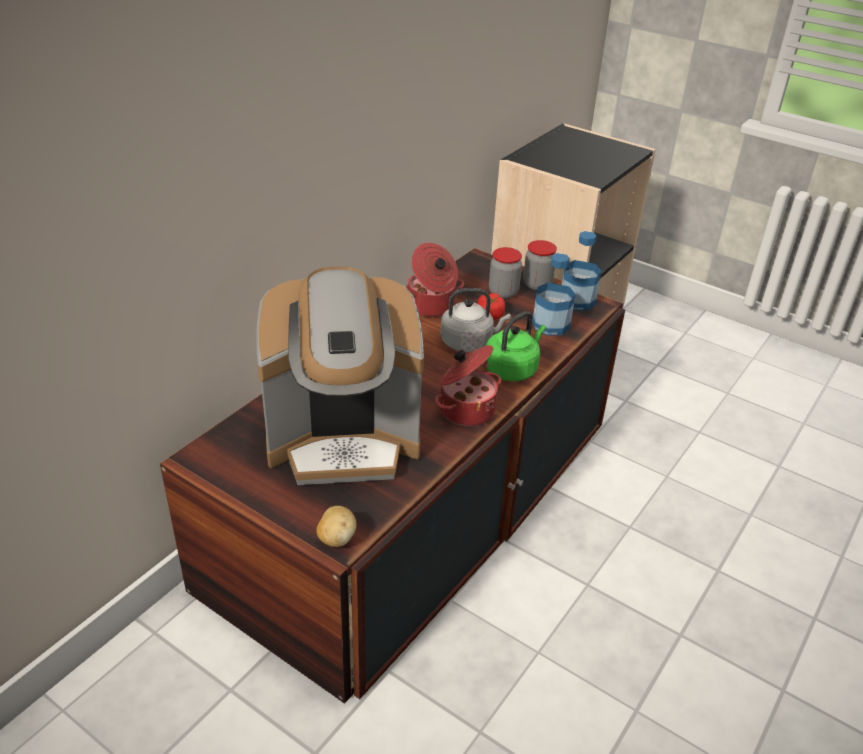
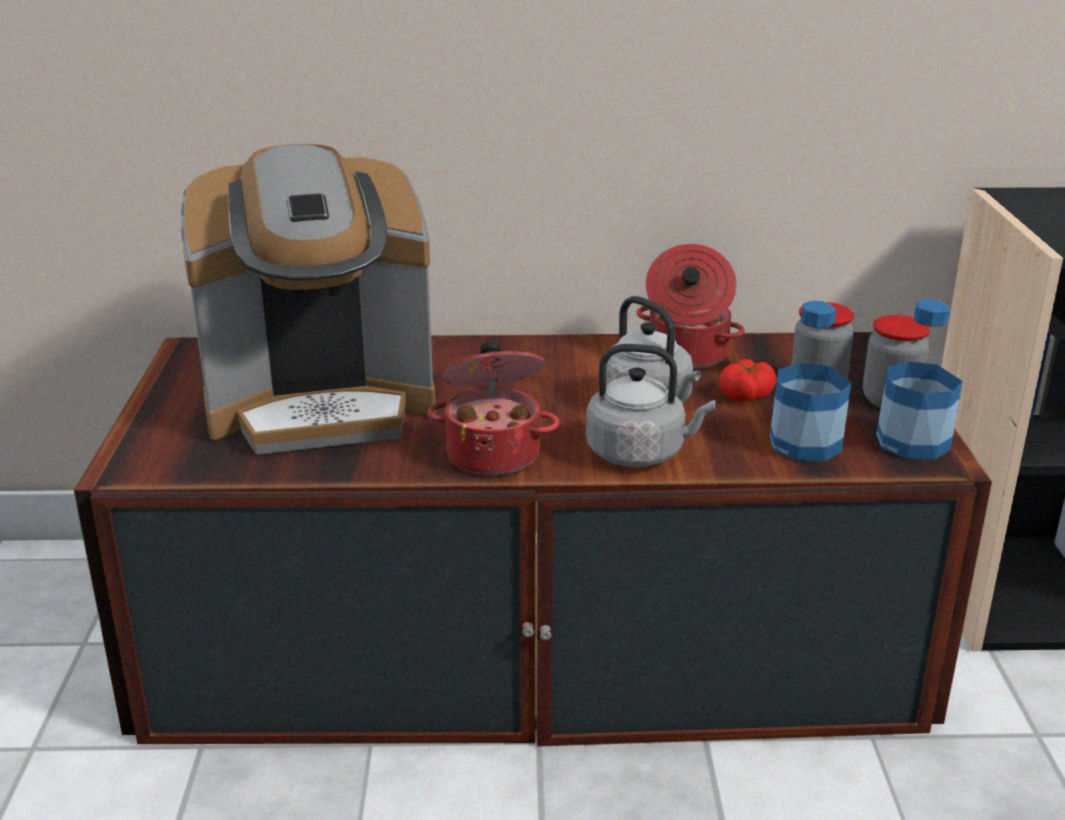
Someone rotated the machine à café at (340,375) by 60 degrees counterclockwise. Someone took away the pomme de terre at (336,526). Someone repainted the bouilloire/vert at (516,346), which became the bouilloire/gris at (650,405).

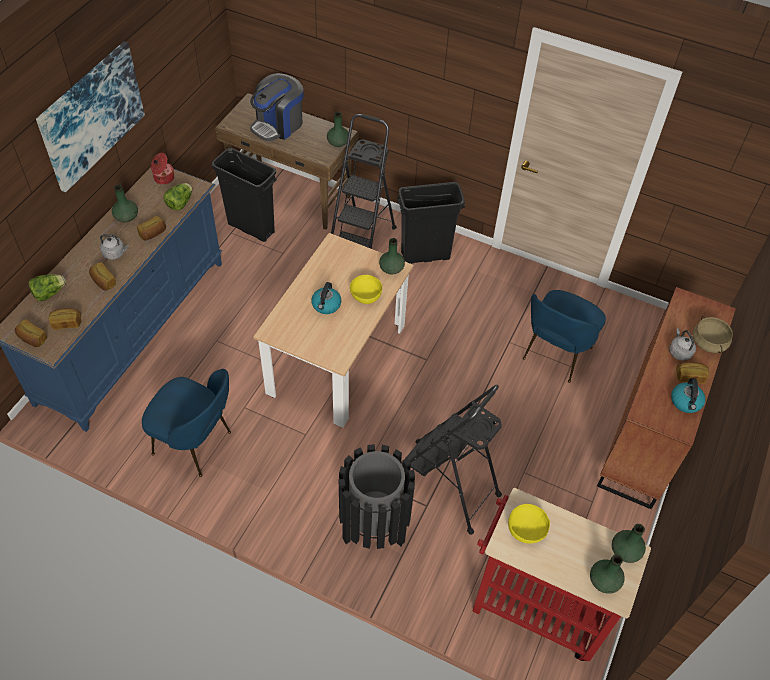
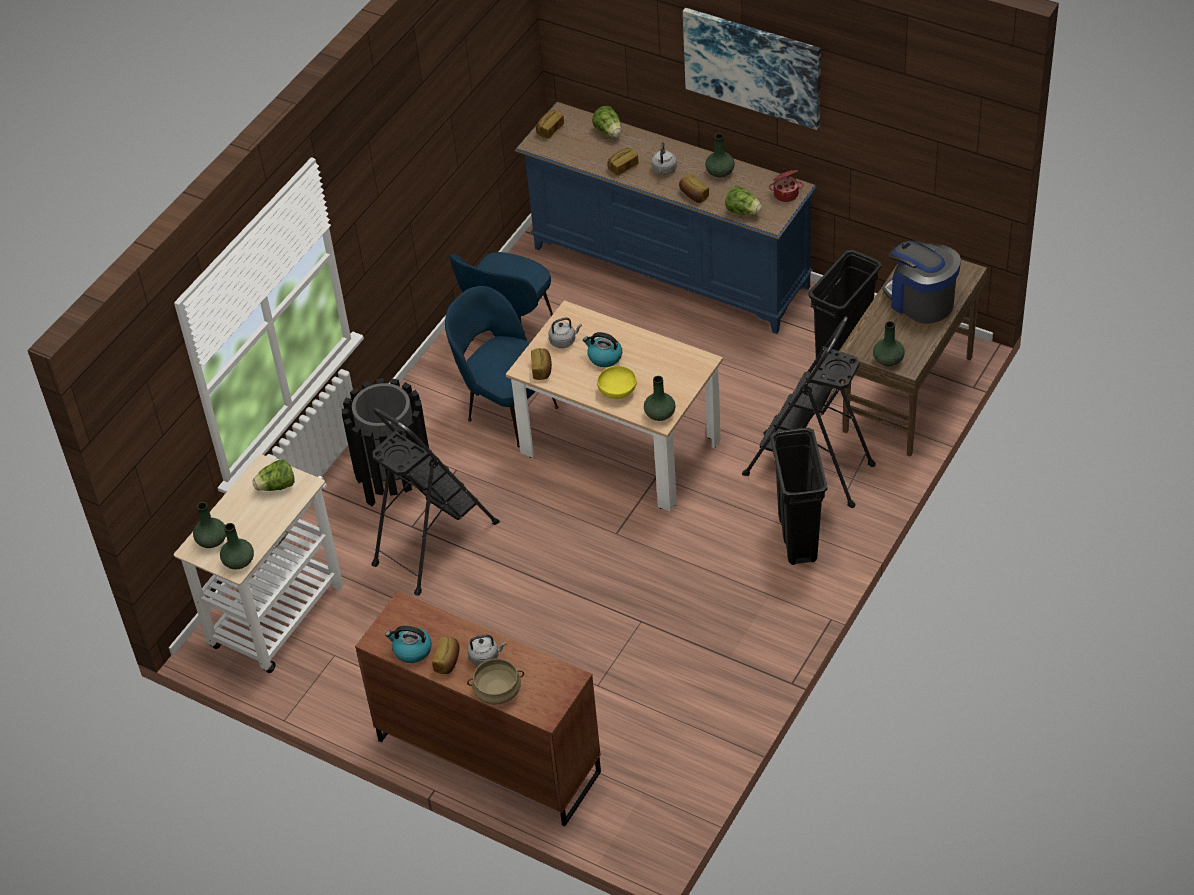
Someone carried the pain from (65,319) to (541,364). Someone repainted the chariot/rouge at (561,575), which became the chariot/blanc at (258,563). Someone swapped the bol/jaune at (529,523) for the laitue at (273,475). Someone carried the chaise/bleu from (564,336) to (501,366). Someone put down the bouilloire/gris at (565,332).

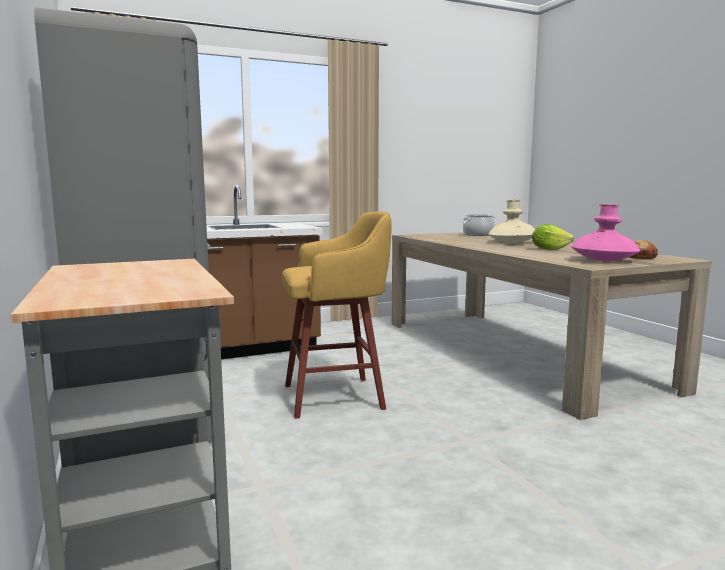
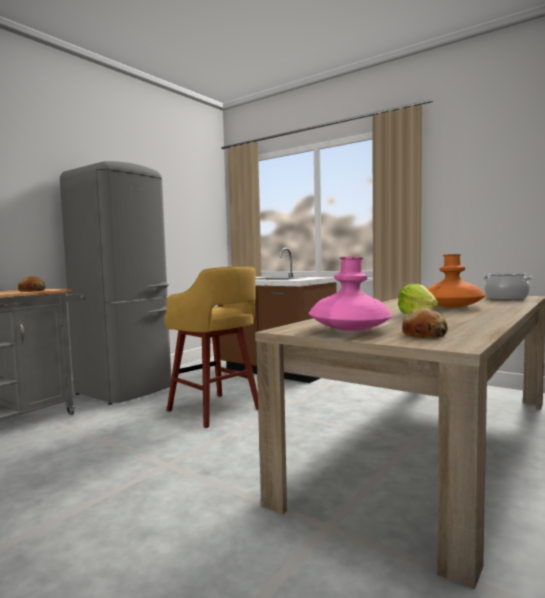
Someone repainted the vase/beige at (511,221), which became the vase/orange at (456,281). Someone put down the pain at (32,284).

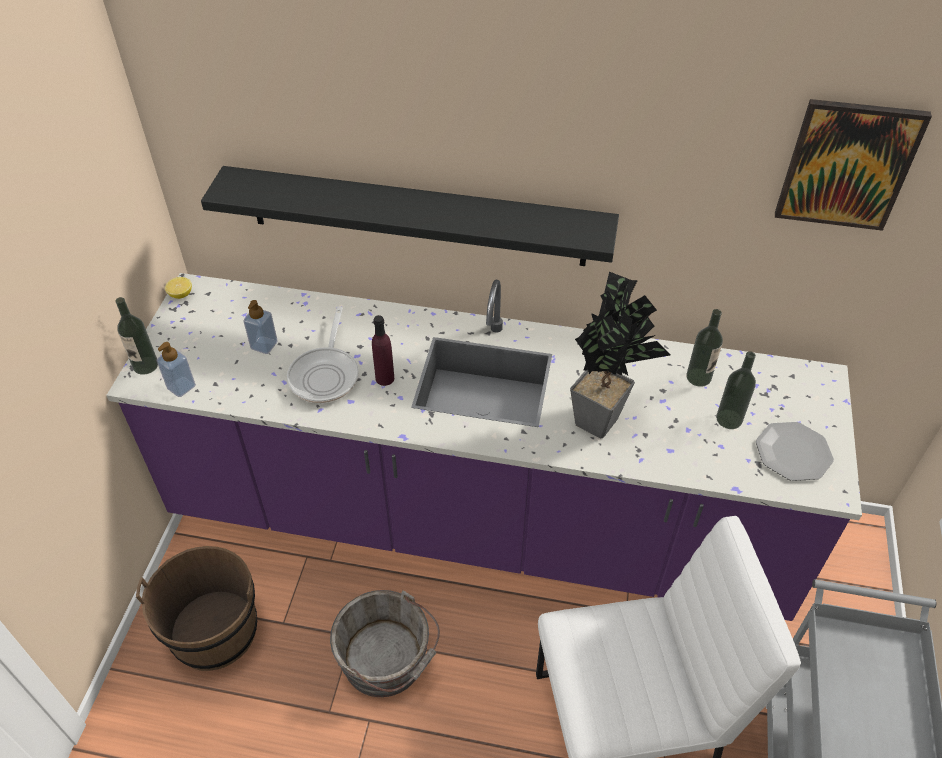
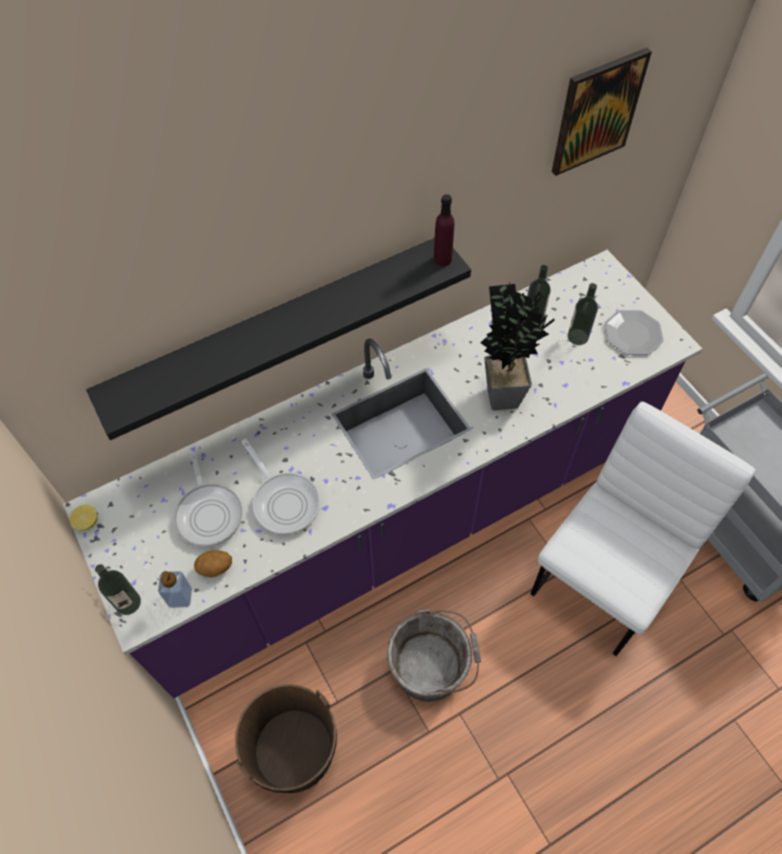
Someone swapped the distributeur de savon at (260,327) for the poêle at (208,500). Someone carried the bouteille/violet from (383,350) to (444,230). Someone put down the pomme de terre at (213,564).

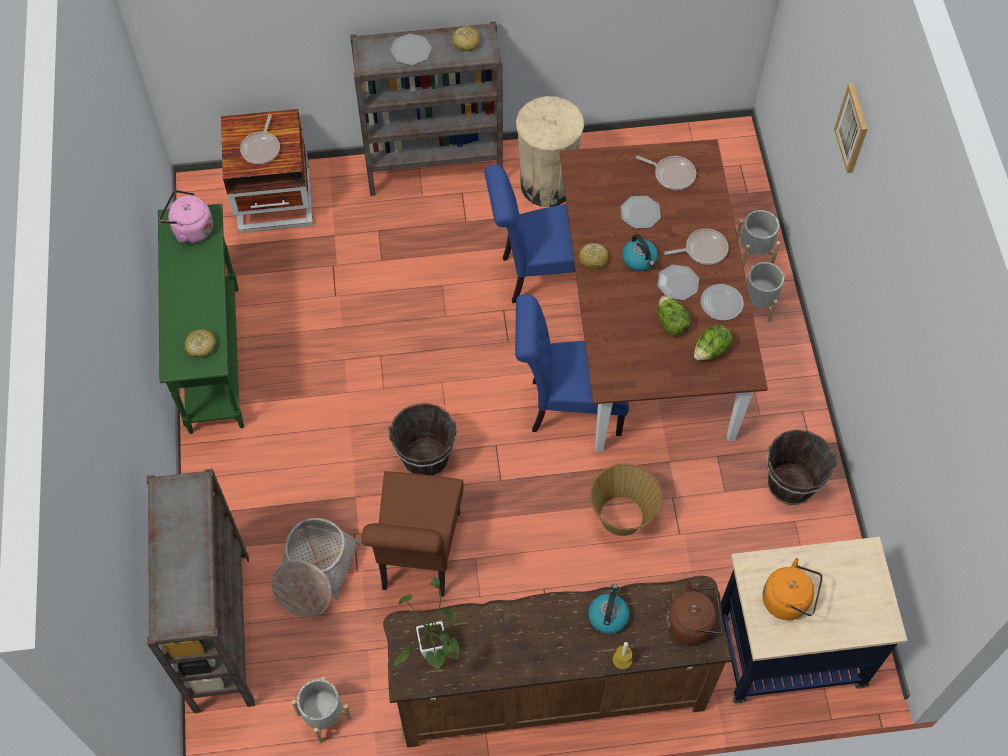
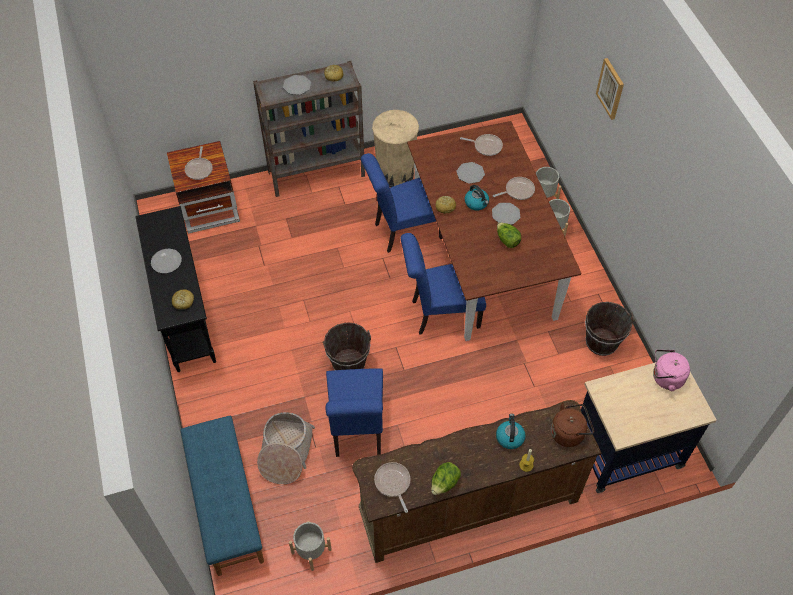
Someone swapped the bibliothèque/gris at (200,591) for the banc/bleu at (222,496). Someone repainted the table console/vert at (201,319), which became the table console/noir at (175,289). Someone carried the bouilloire/rose from (186,216) to (671,370). Someone repainted the chaise/marron at (413,534), which became the chaise/bleu at (354,412). Someone swapped the plante en pot at (426,623) for the poêle at (392,487). Someone took away the panier at (626,499). Someone carried the laitue from (713,342) to (446,478). Someone carried the assiette from (722,302) to (166,261). Someone took away the bouilloire/orange at (792,589).

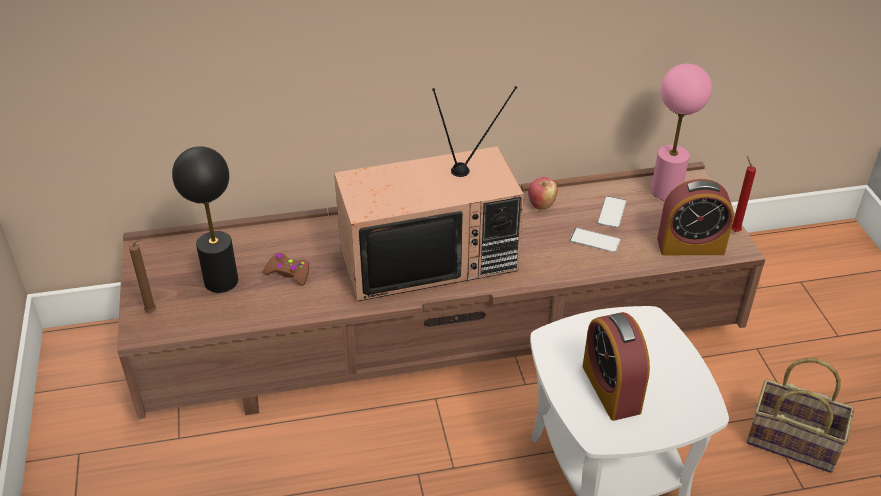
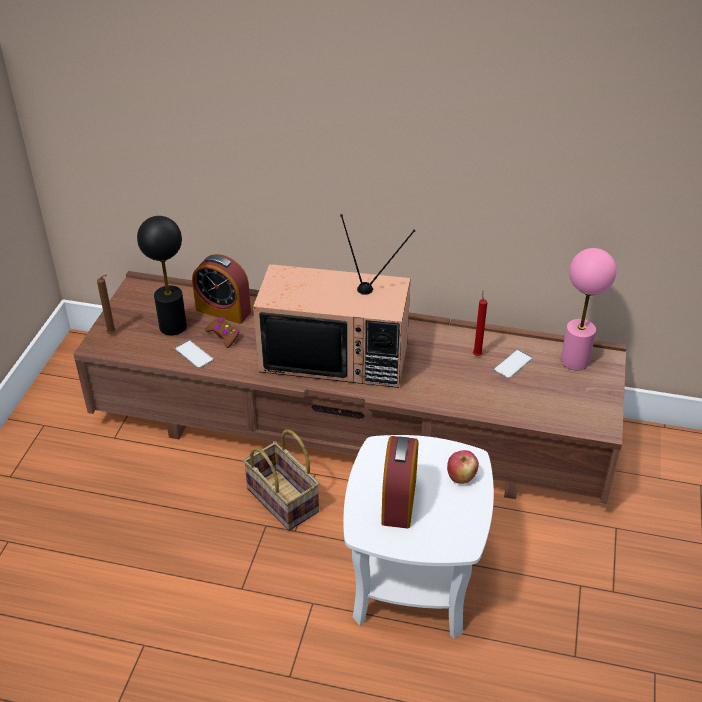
Someone carried the pomme from (542,193) to (463,467). Someone carried the téléphone from (595,240) to (194,354). Someone carried the réveil from (695,217) to (221,289). Someone carried the bougie/rouge from (743,194) to (480,323). Someone carried the panier from (801,415) to (281,480).

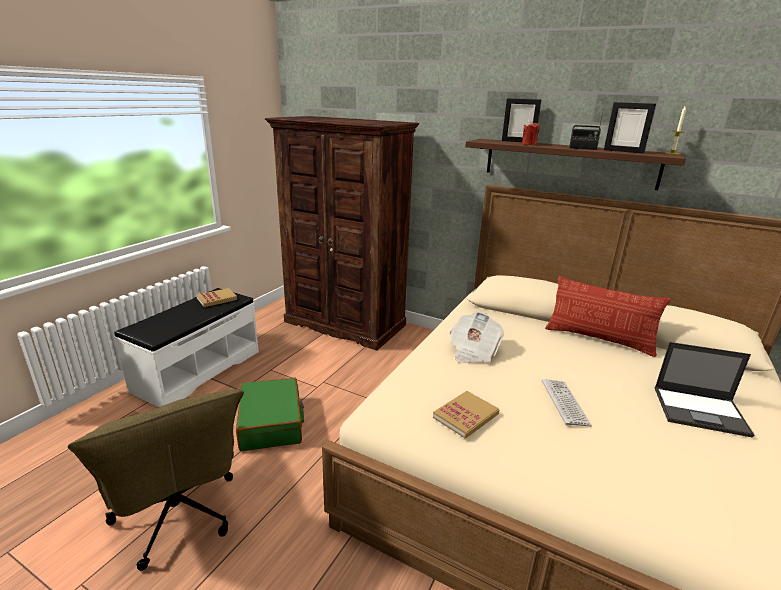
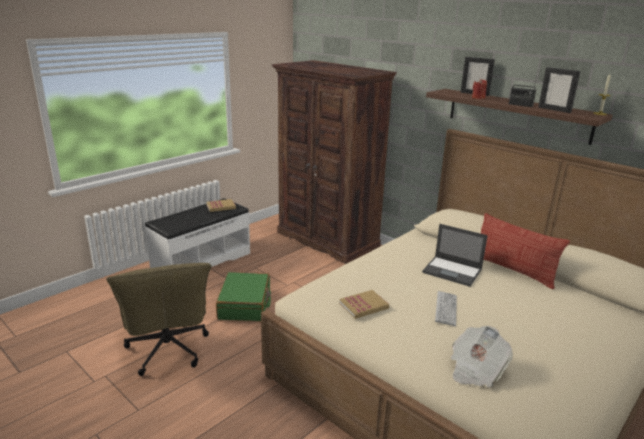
Someone carried the journal from (477,337) to (482,357). Someone carried the ordinateur portable from (704,390) to (455,255).

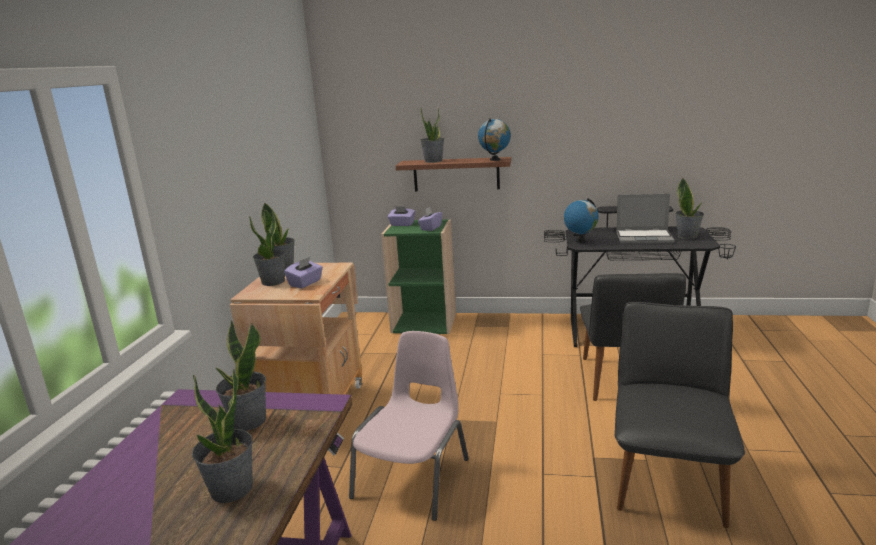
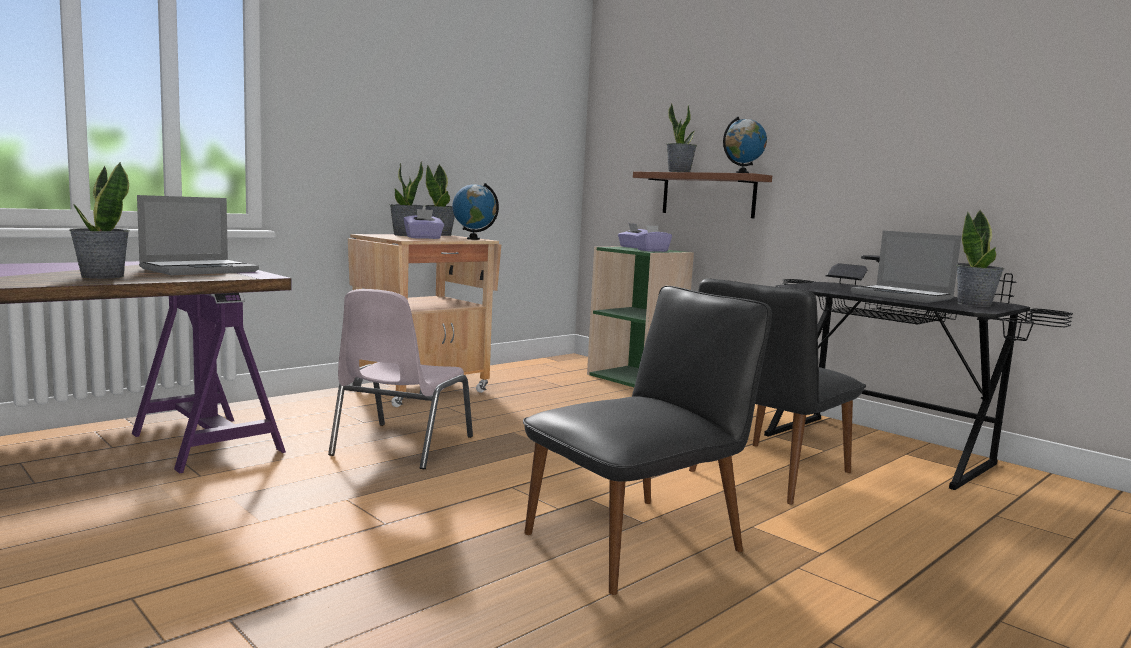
Someone swapped the plante en pot at (241,375) for the ordinateur portable at (198,235). Someone rotated the chaise/rose at (409,426) by 135 degrees clockwise. Someone carried the globe from (581,220) to (475,211).

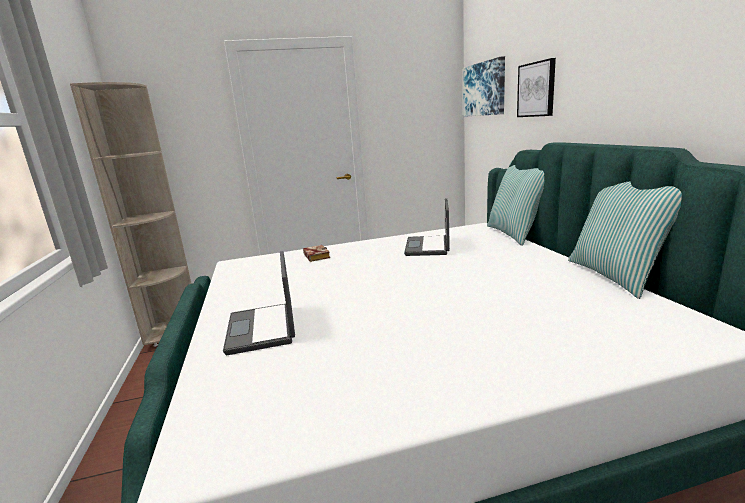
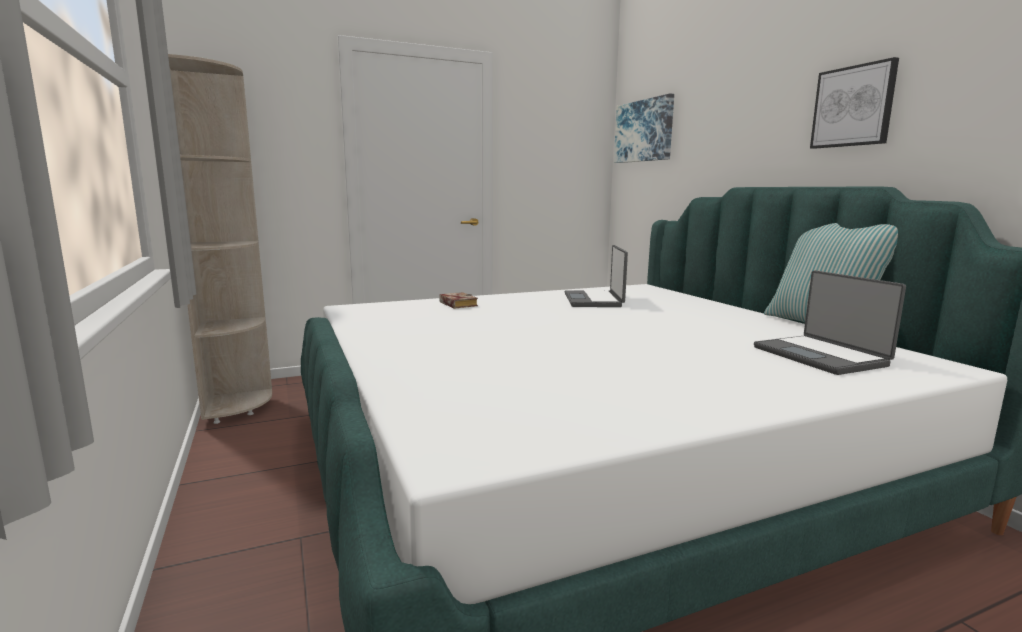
Someone carried the ordinateur portable from (259,303) to (830,322). Someone took away the coussin at (516,203). Someone carried the tableau from (536,87) to (854,103).

